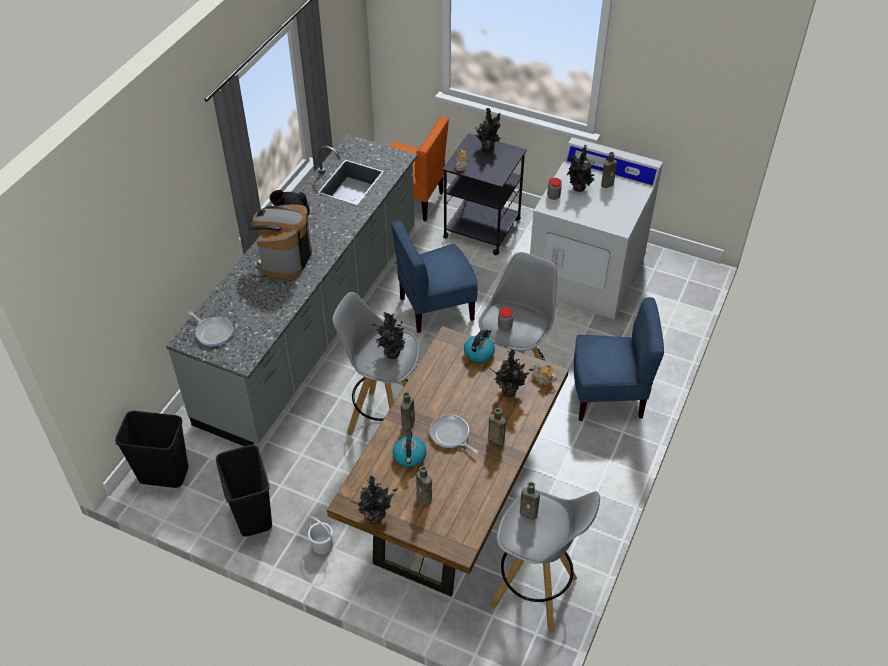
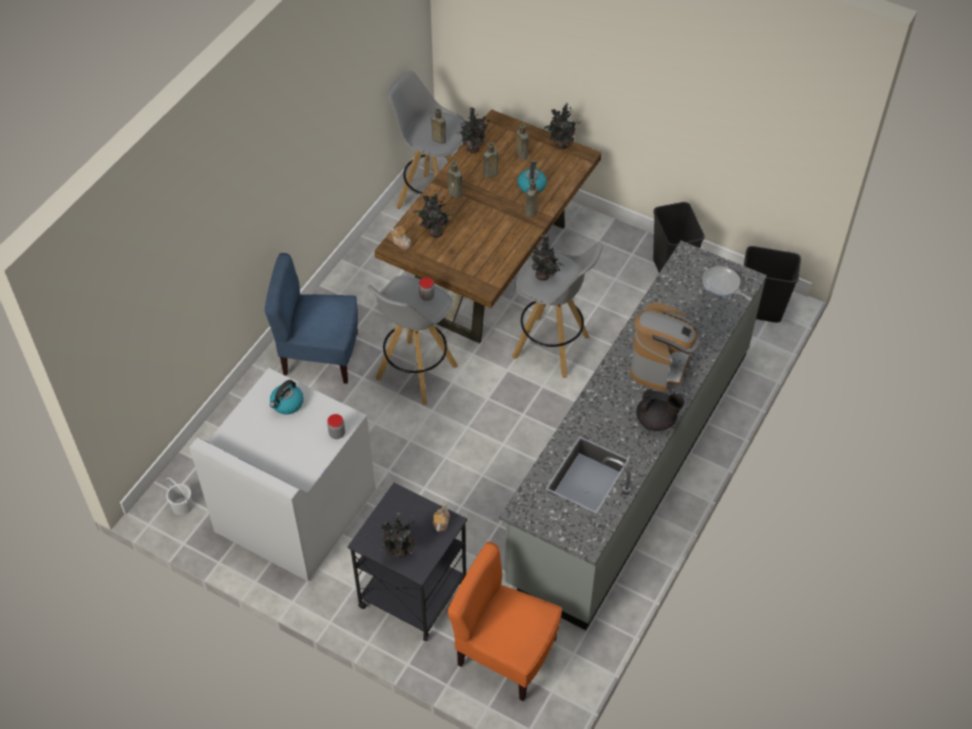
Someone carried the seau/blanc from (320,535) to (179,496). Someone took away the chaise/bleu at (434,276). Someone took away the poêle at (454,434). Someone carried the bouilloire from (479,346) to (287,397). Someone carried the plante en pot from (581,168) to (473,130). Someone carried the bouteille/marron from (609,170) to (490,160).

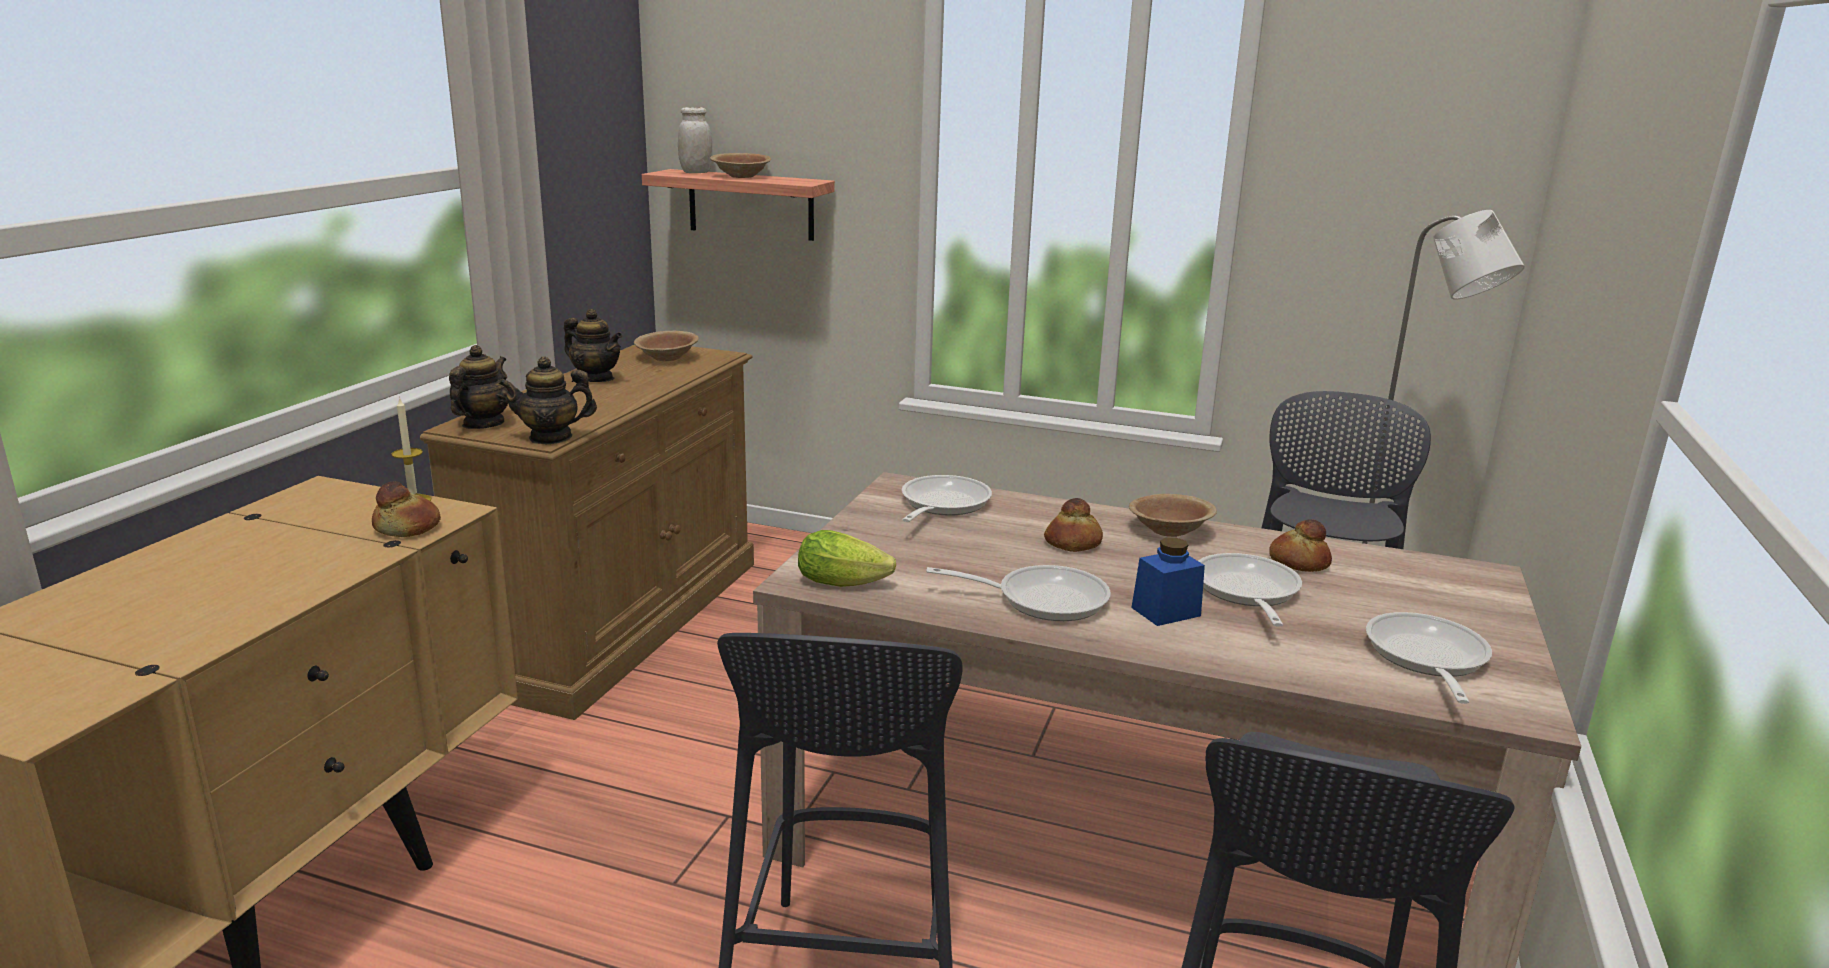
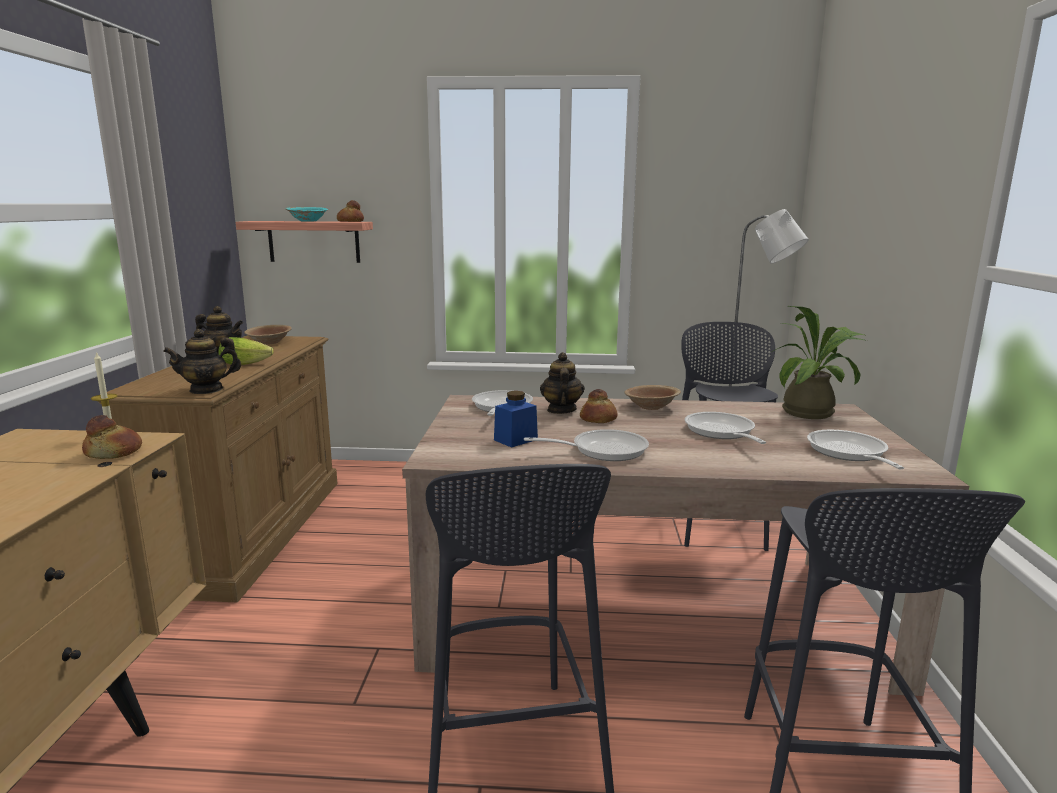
Someone carried the théière from (478,387) to (562,383). Someone took away the bocal/blanc at (695,140). Someone repainted the bol/marron at (740,165), which became the bol/turquoise at (306,214). Someone carried the laitue from (847,558) to (245,351). Someone carried the bocal/bleu from (1168,581) to (516,419). Someone carried the pain from (1300,545) to (350,211). Someone put down the plante en pot at (819,362).

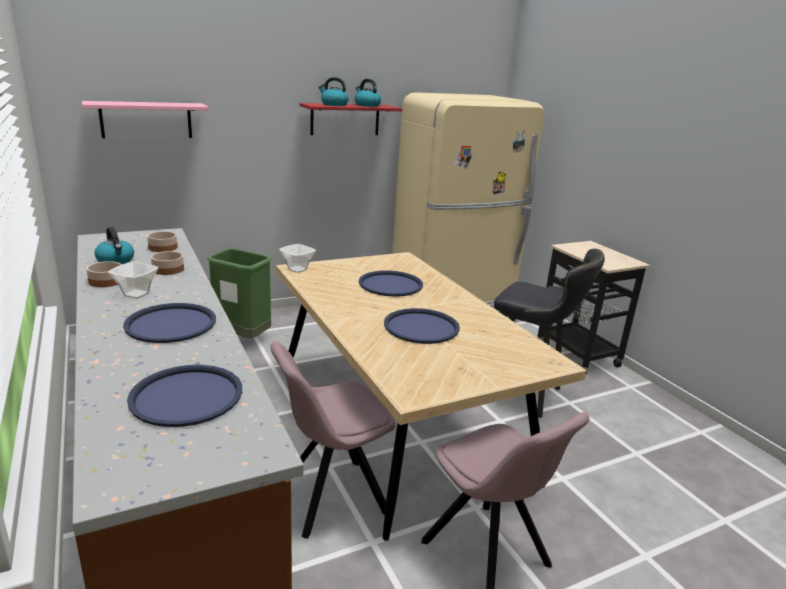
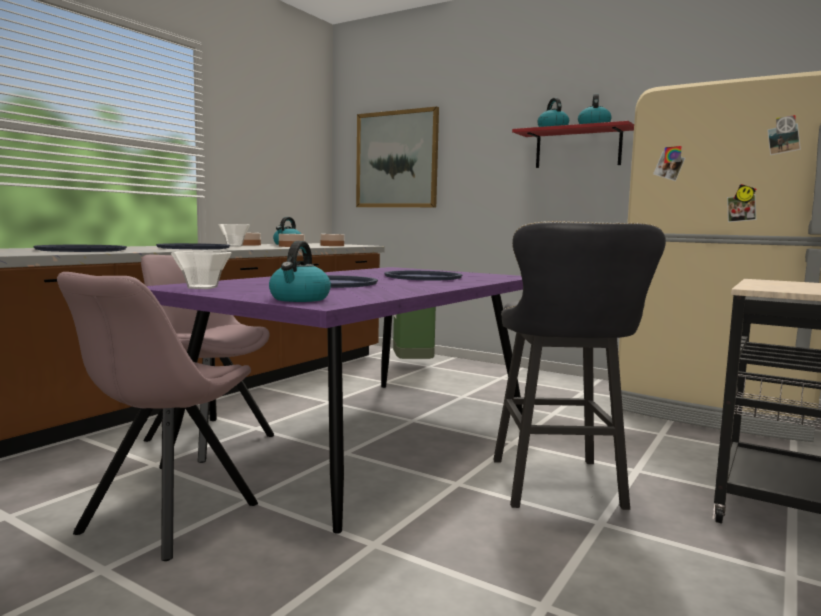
Someone swapped the étagère/rose at (145,119) for the tableau at (397,157). Someone repainted the table à manger/beige at (431,396), which became the table à manger/violet at (334,400). Someone carried the bol from (297,258) to (201,270). Someone put down the bouilloire at (300,271).

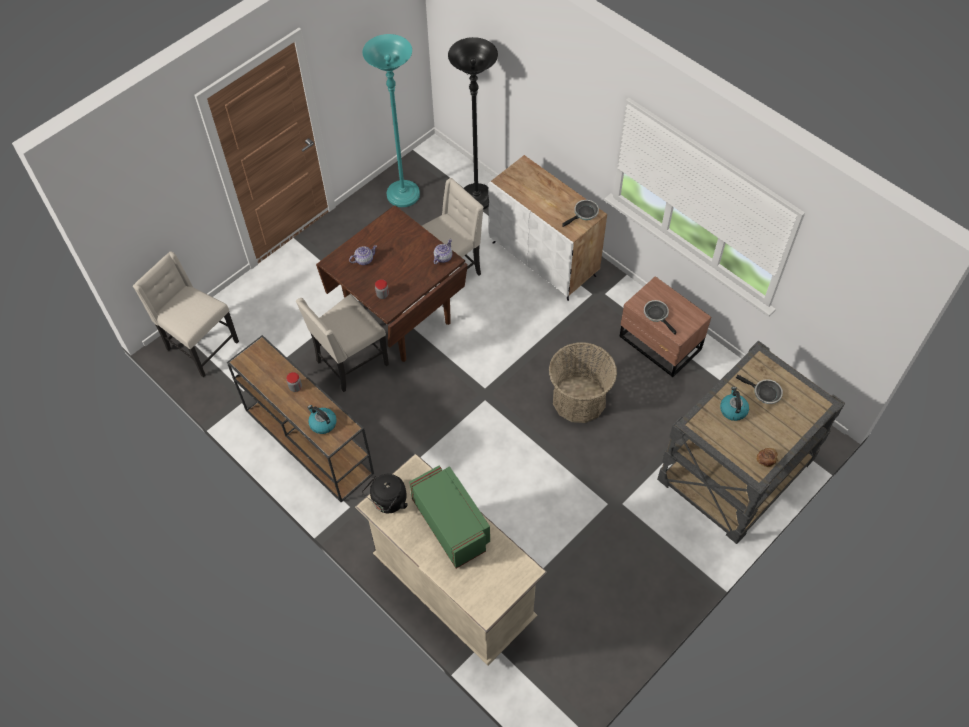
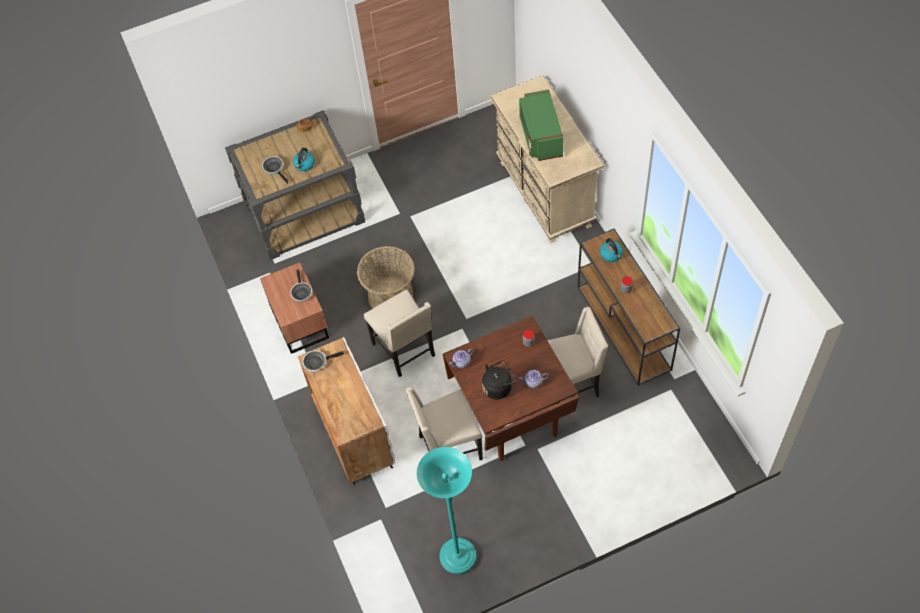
Someone carried the chaise/beige from (186,315) to (399,333). Someone carried the bouilloire/noir from (385,493) to (499,380). Someone took away the lampadaire/noir at (473,123).

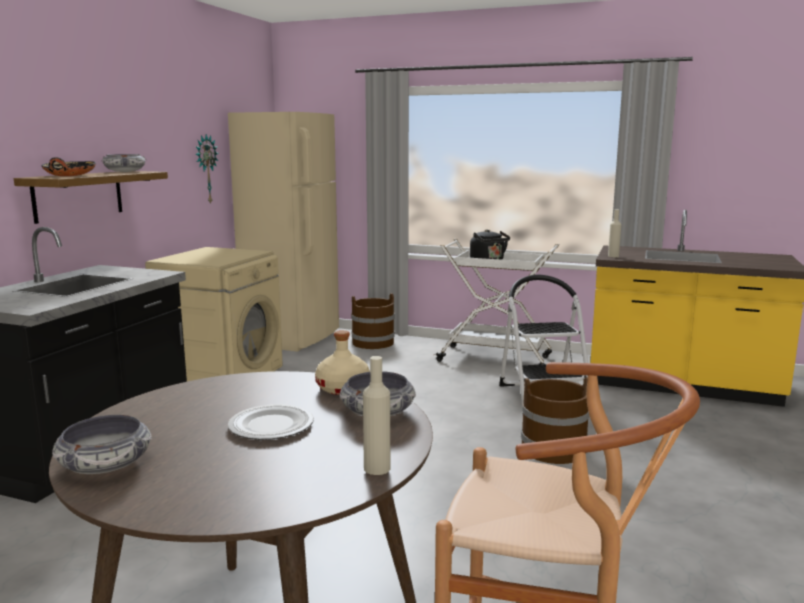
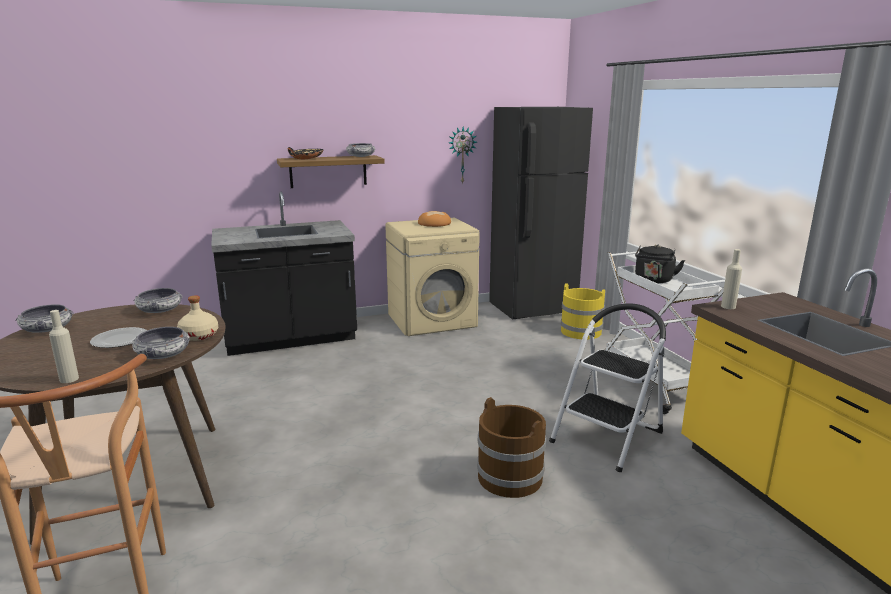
Someone repainted the réfrigérateur/beige at (283,232), which became the réfrigérateur/noir at (541,213). Someone repainted the seau/marron at (373,321), which became the seau/jaune at (583,311). Someone put down the bol at (158,300). Someone put down the pain at (434,219).

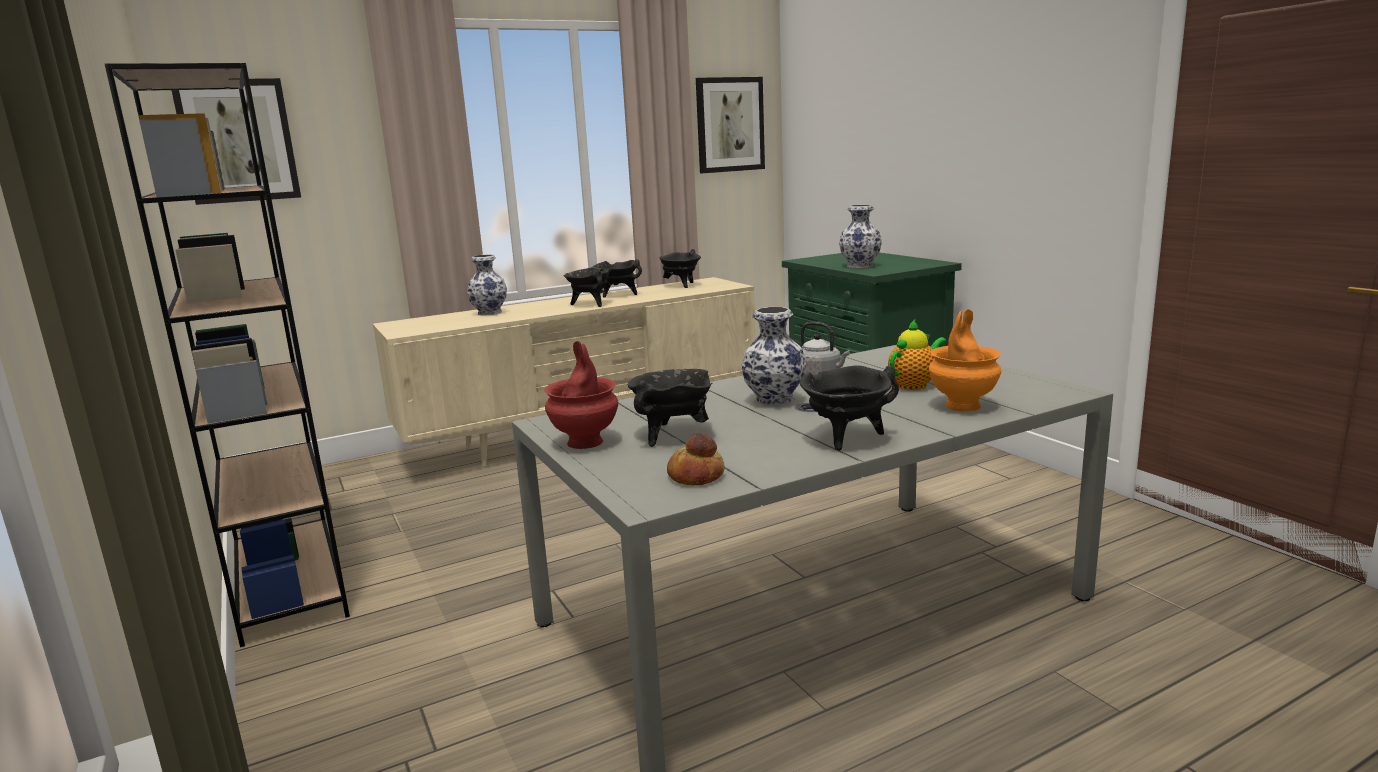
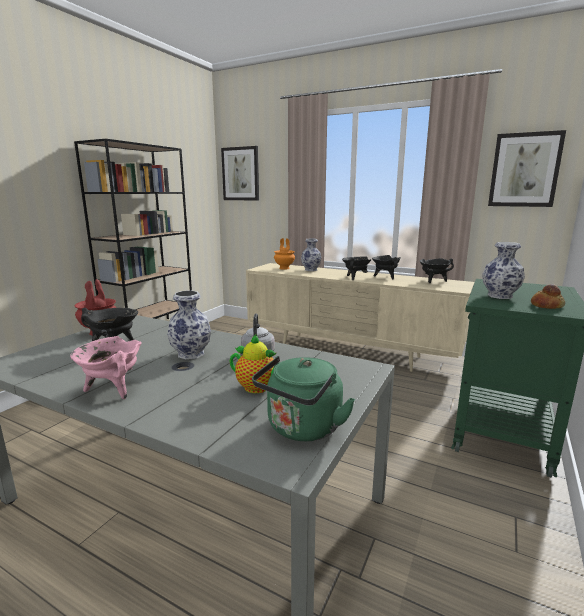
Someone carried the pain from (696,459) to (548,296). Someone repainted the marmite/noir at (849,408), which became the marmite/rose at (106,367). Someone carried the vase/orange from (965,360) to (284,254). Someone put down the bouilloire/vert at (303,398).

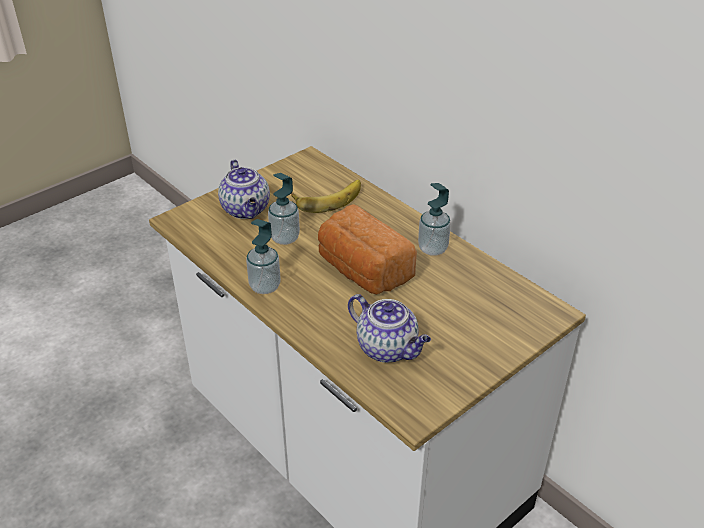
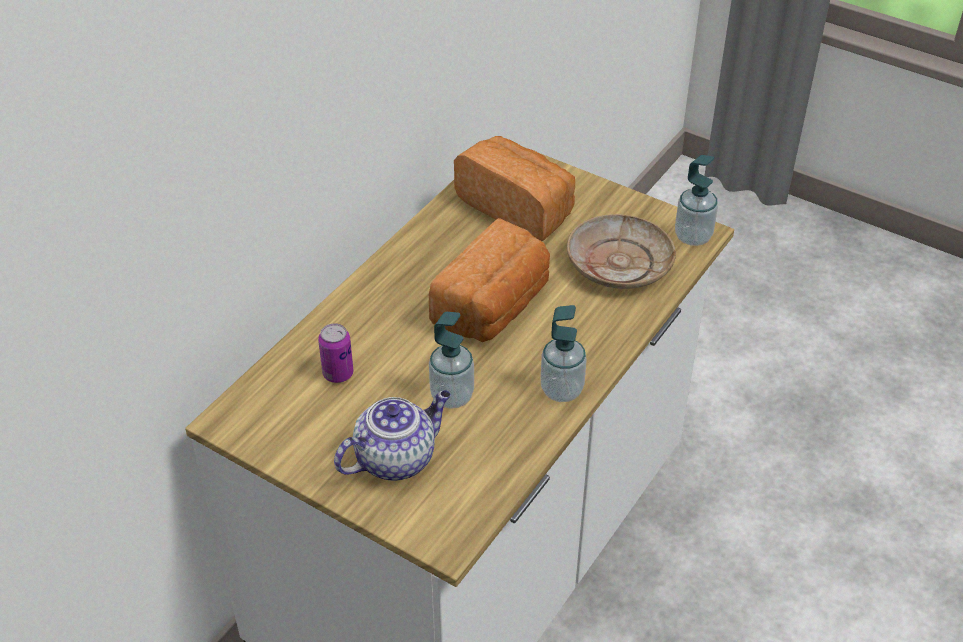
Someone swapped the banane at (326,196) for the boîte métallique at (336,353). Someone swapped the théière at (389,328) for the assiette/beige at (621,251). Someone carried the distributeur de savon from (434,219) to (696,200). Someone put down the pain at (514,188).

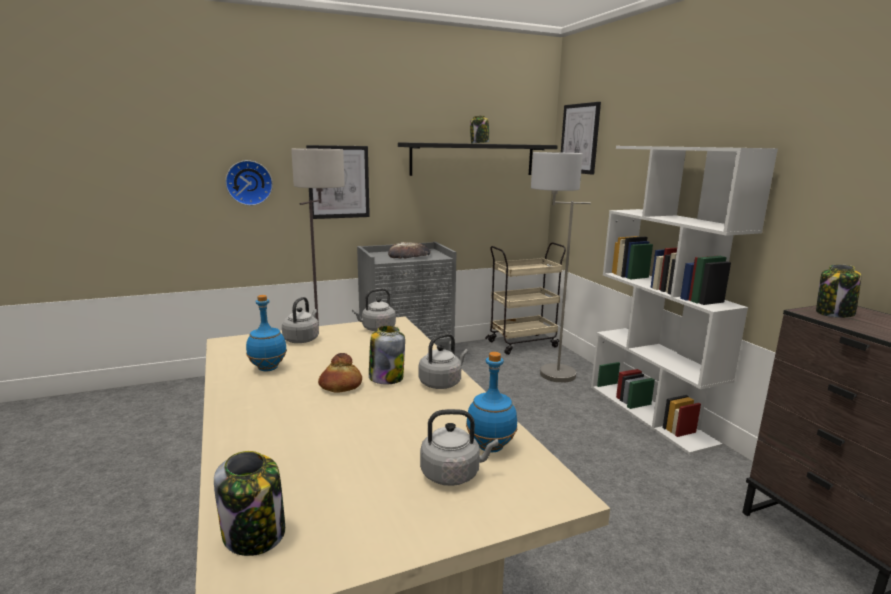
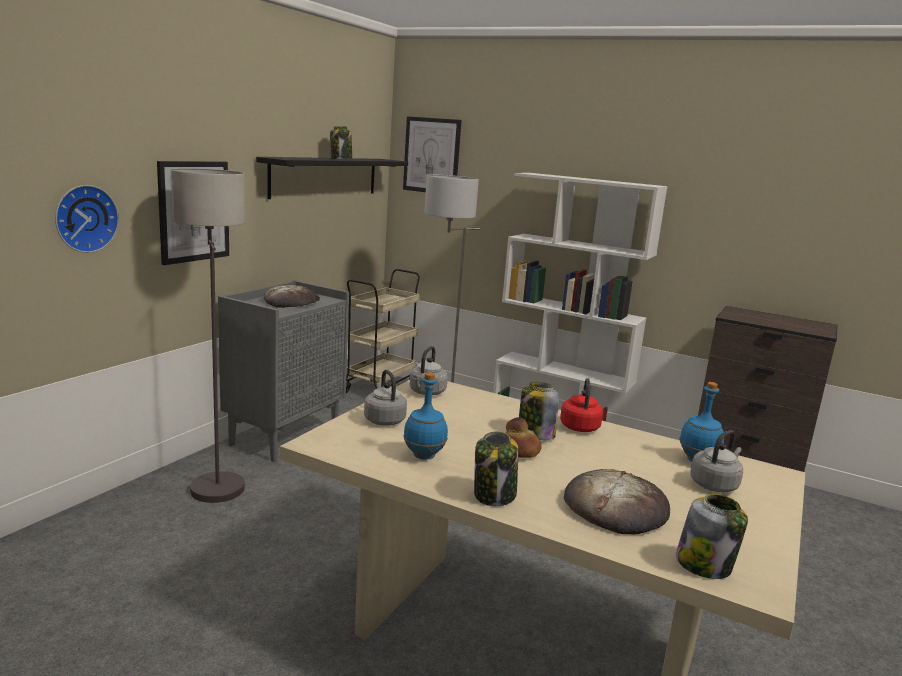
Someone repainted the bouilloire/gris at (443,361), which became the bouilloire/rouge at (581,405). Someone carried the bocal from (838,291) to (496,468). Someone put down the pain at (617,501).

